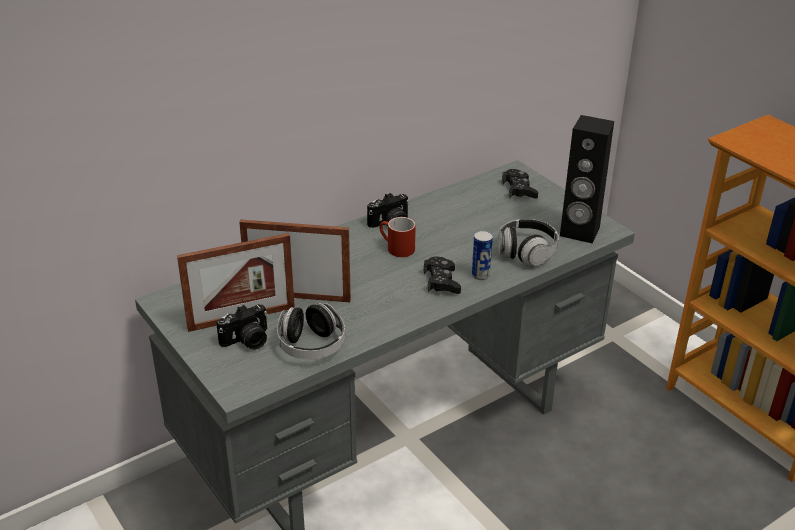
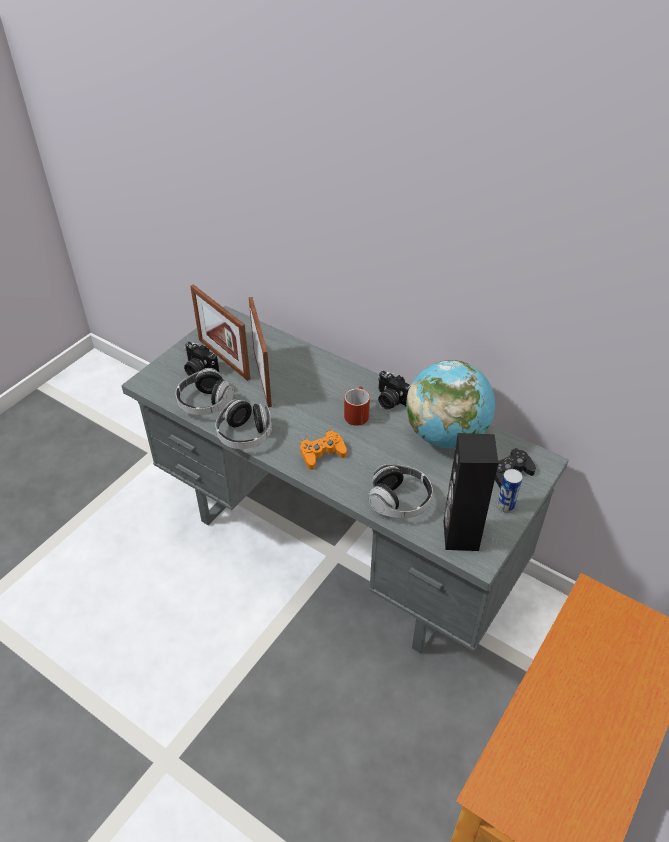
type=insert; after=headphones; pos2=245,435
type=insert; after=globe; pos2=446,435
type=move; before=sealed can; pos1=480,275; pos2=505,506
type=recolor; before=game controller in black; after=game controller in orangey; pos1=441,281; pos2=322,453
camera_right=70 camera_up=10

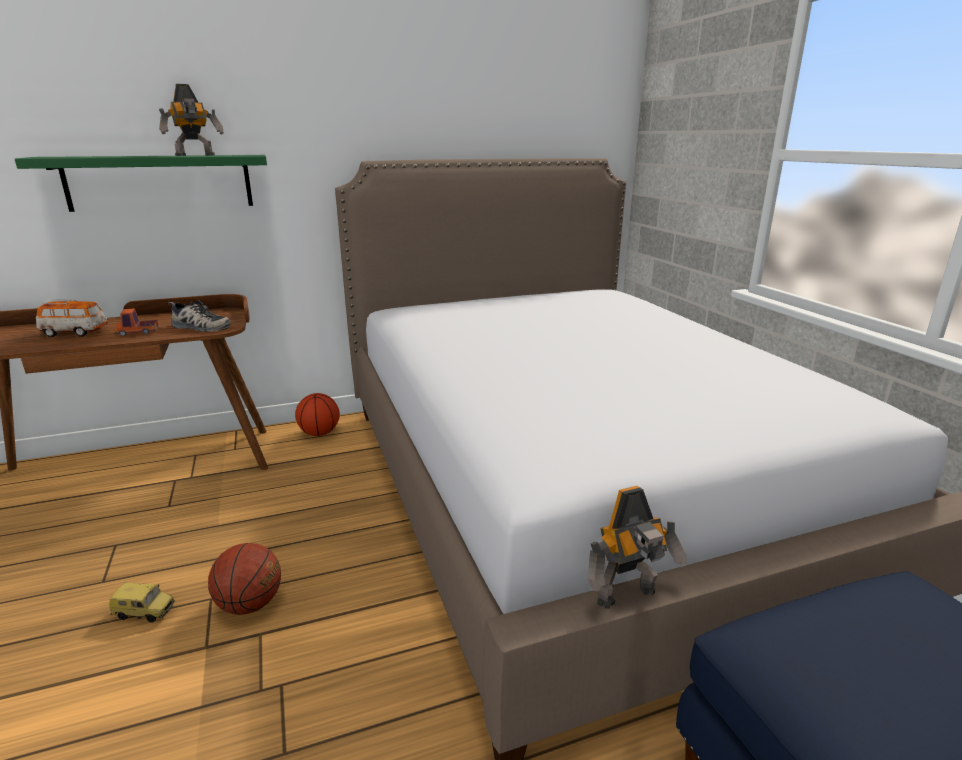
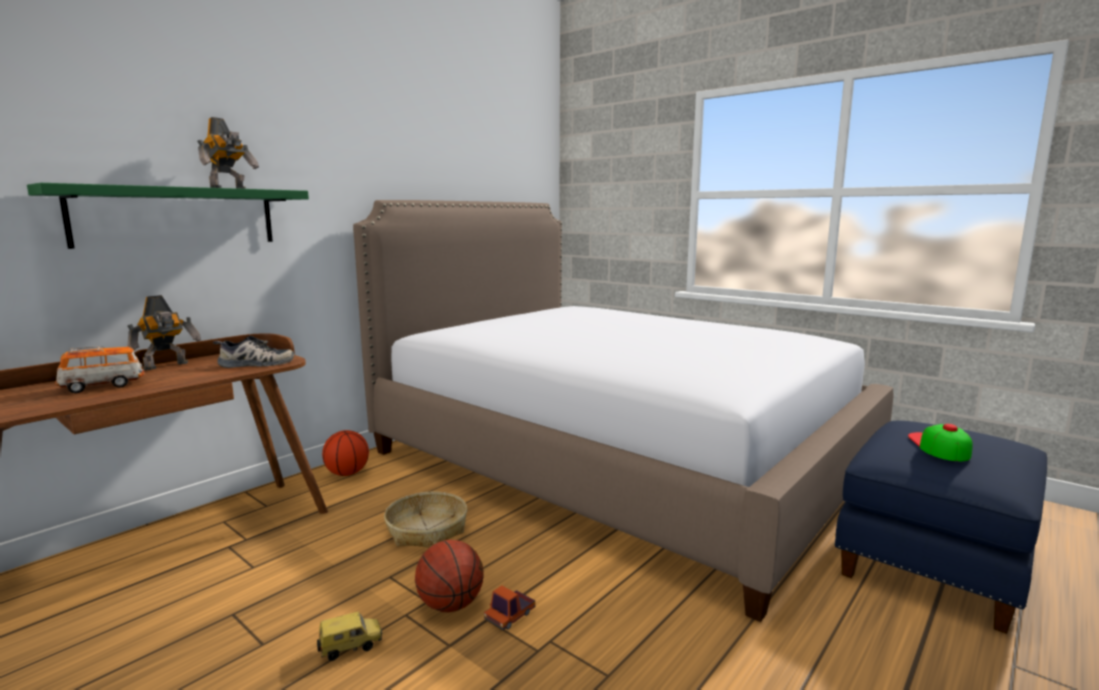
type=insert; after=storage basket; pos2=427,530
type=insert; after=baseball cap; pos2=938,446
type=move; before=toy truck; pos1=138,332; pos2=510,616
type=move; before=model robot; pos1=629,598; pos2=167,366
camera_right=-30 camera_up=-10

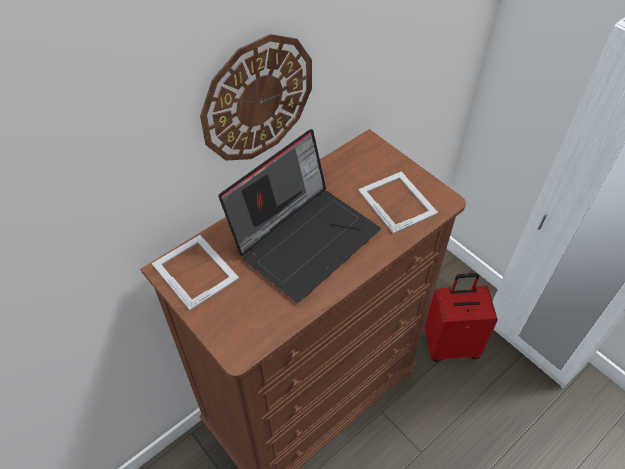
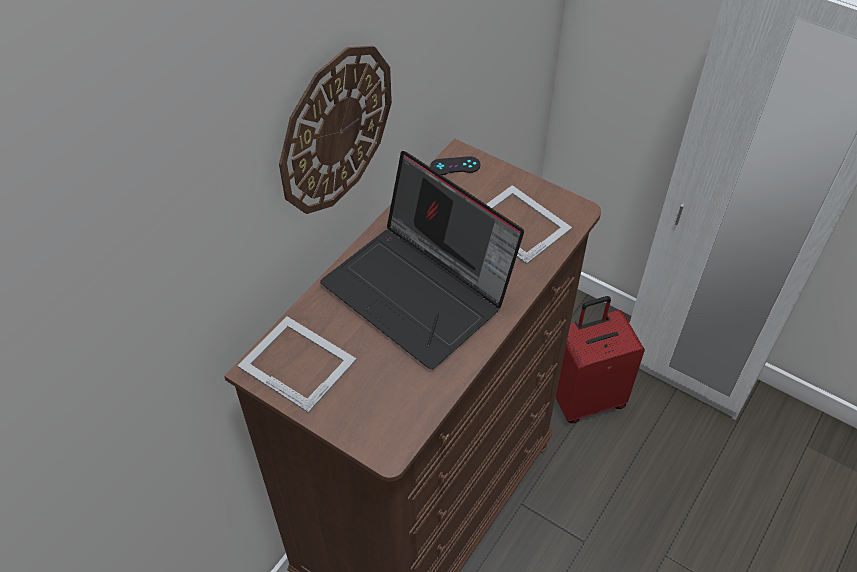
type=insert; after=game controller in black; pos2=455,166
type=rotate; before=laptop; pos1=305,237; pos2=421,291; turn=105
camera_right=-15 camera_up=0

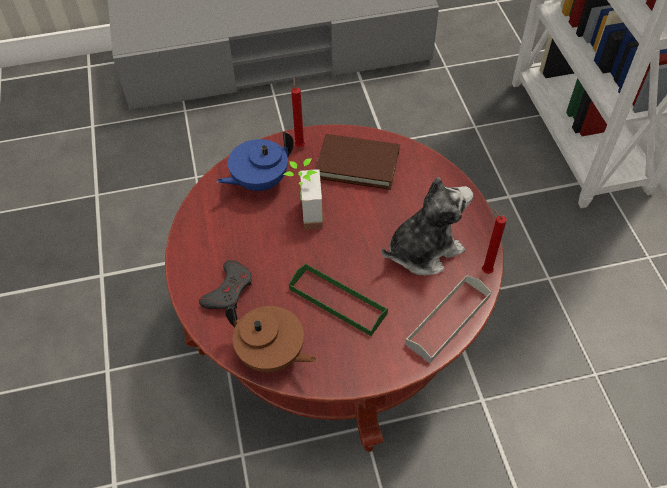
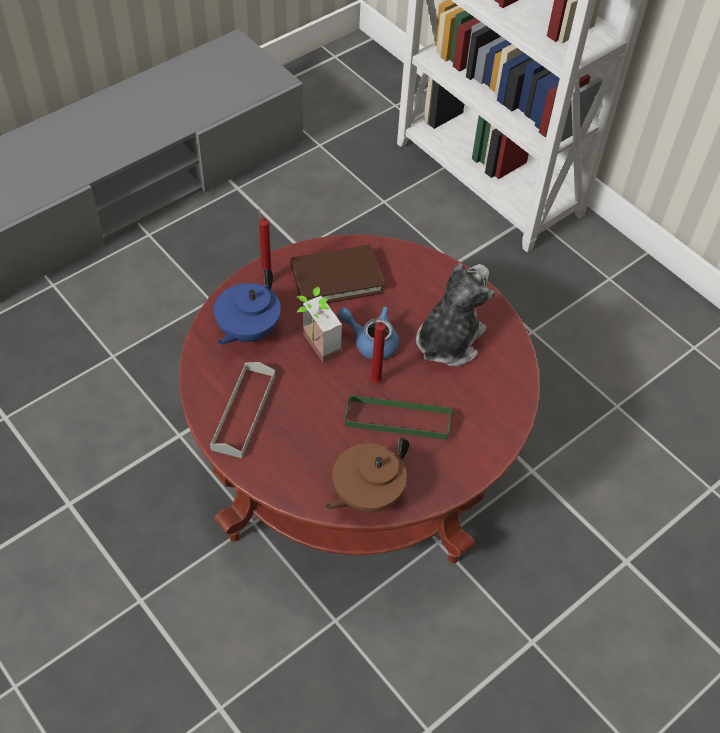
type=delete; before=game controller in greyish; pos1=228,290
type=insert; after=pot for tea in blue-coloured; pos2=371,341
type=move; before=serving tray in greyish; pos1=448,320; pos2=243,412
type=move; before=wax light in reddish; pos1=485,270; pos2=373,381
type=rotate; before=pot for tea in brown-coloured; pos1=271,355; pos2=366,494; turn=135
camera_right=-30 camera_up=0

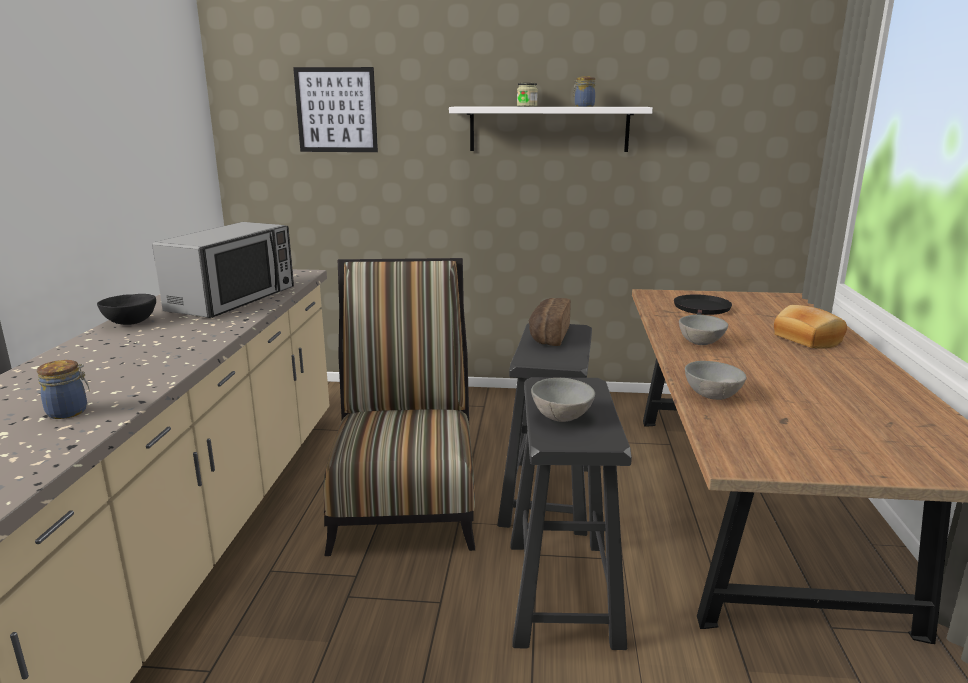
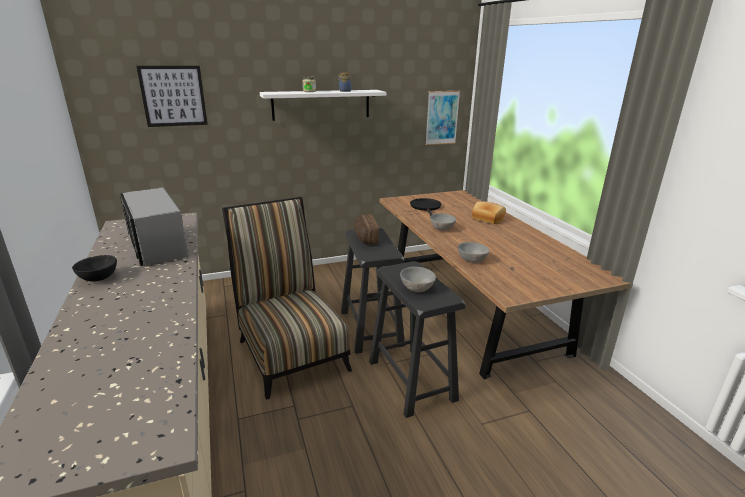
type=delete; before=preserve jar; pos1=69,411
type=insert; after=picture; pos2=442,118
type=rotate; before=kitchen microwave; pos1=233,299; pos2=157,246; turn=150
camera_right=-25 camera_up=5

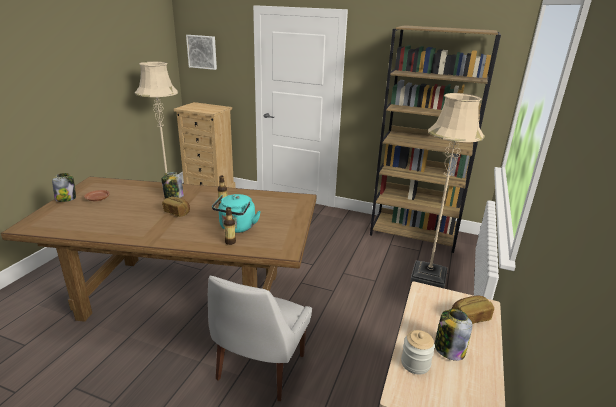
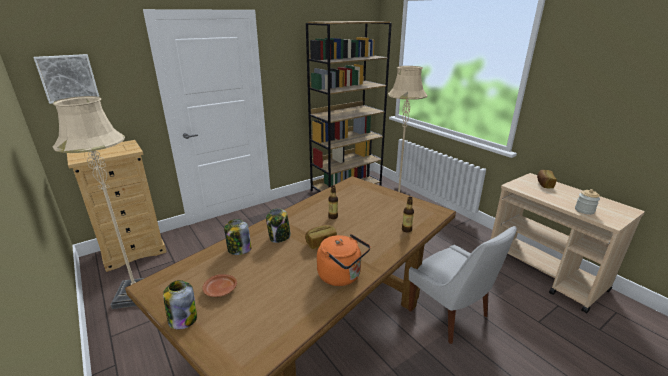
type=delete; before=kettle in turquoise-coloured; pos1=236,228
type=insert; after=kettle in orangey; pos2=342,276
type=move; before=preserve jar; pos1=449,349; pos2=239,249
camera_right=-55 camera_up=0

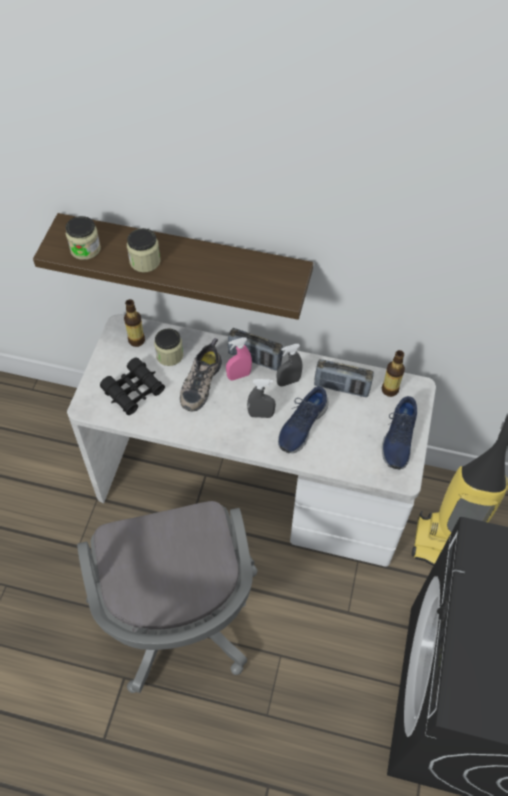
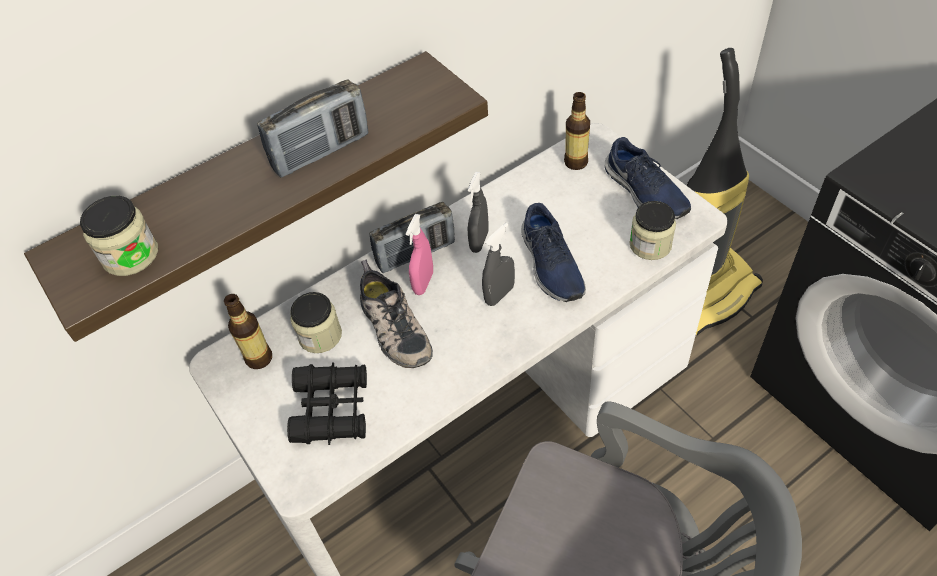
type=move; before=preserve jar; pos1=145,261; pos2=650,245
type=move; before=radio set; pos1=341,387; pos2=321,152
camera_right=-45 camera_up=-5

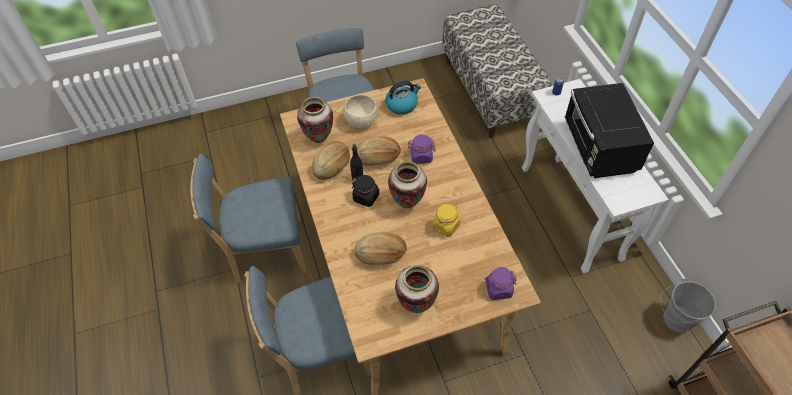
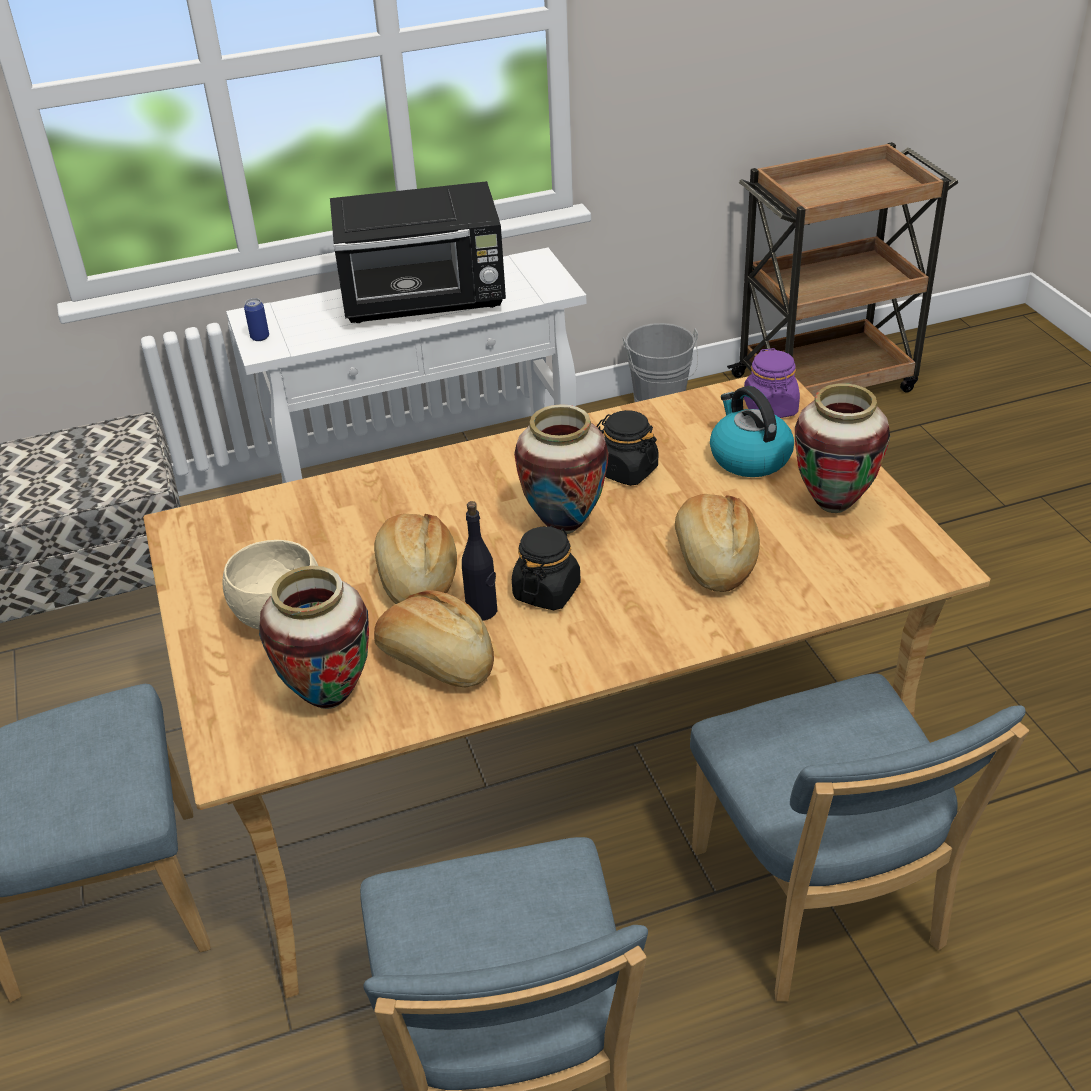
type=delete; before=preserve jar in purple; pos1=421,156
type=move; before=kettle; pos1=402,105; pos2=749,457
type=recolor; before=preserve jar in yellow-coloured; after=preserve jar in black; pos1=445,226; pos2=626,471
camera_right=-90 camera_up=-15

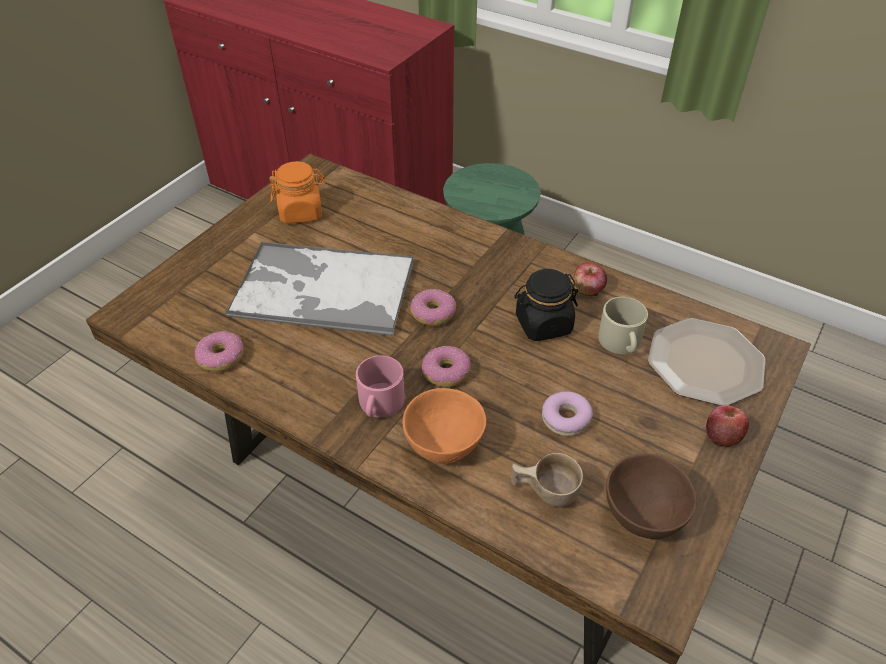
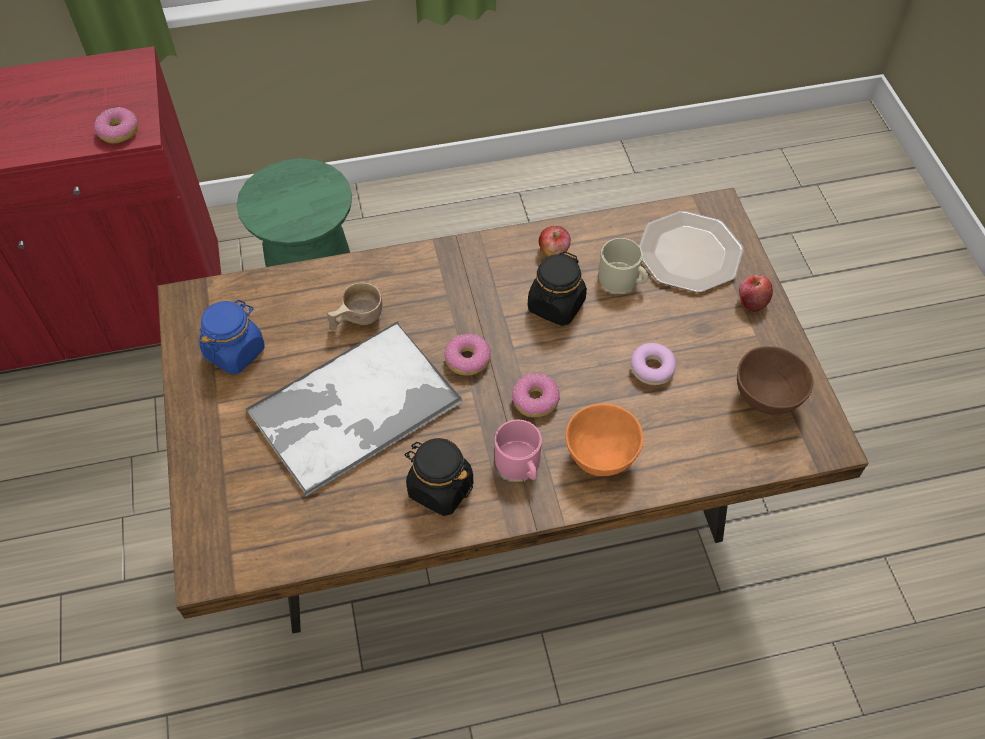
type=insert; after=preserve jar in black; pos2=440,488
type=move; before=doughnut; pos1=221,357; pos2=118,131
type=move; before=cup in sand-coloured; pos1=544,491; pos2=356,320
type=recolor; before=preserve jar in orangey; after=preserve jar in blue-coloured; pos1=301,212; pos2=235,351
camera_right=-45 camera_up=10

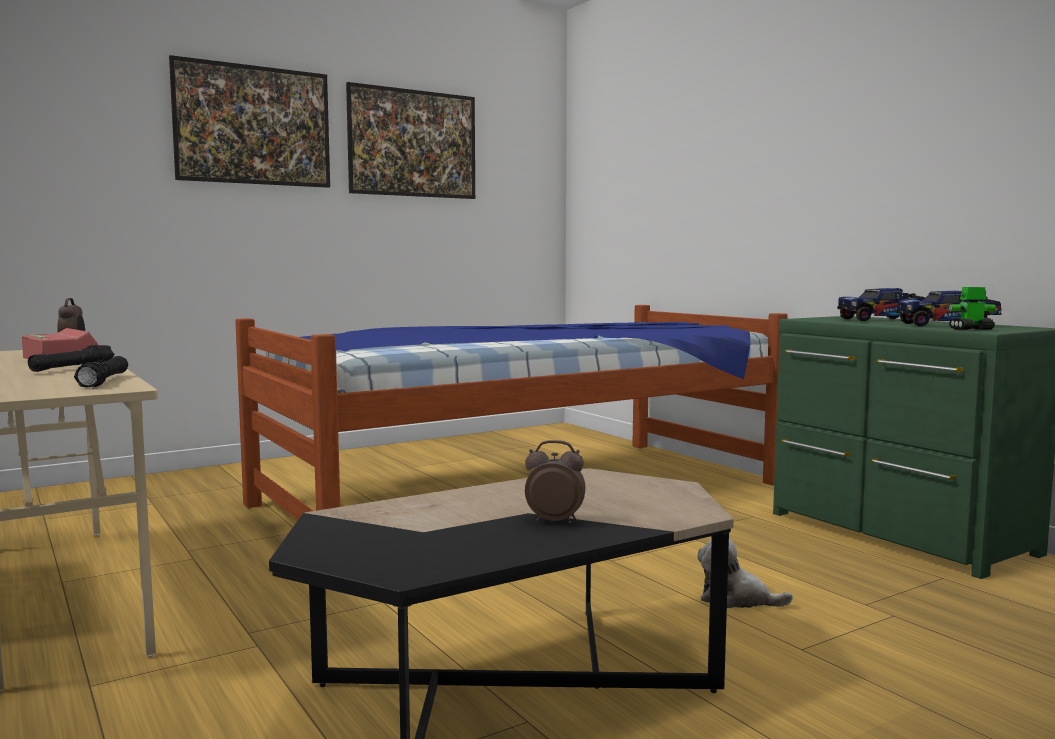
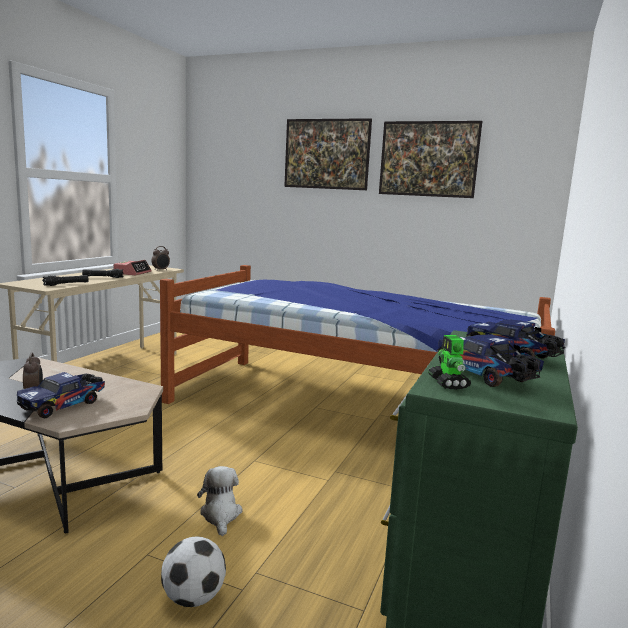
type=insert; after=toy truck; pos2=64,405
type=insert; after=football ball; pos2=193,598
type=rotate; before=model robot; pos1=970,329; pos2=448,383; turn=-150
camera_right=55 camera_up=5

